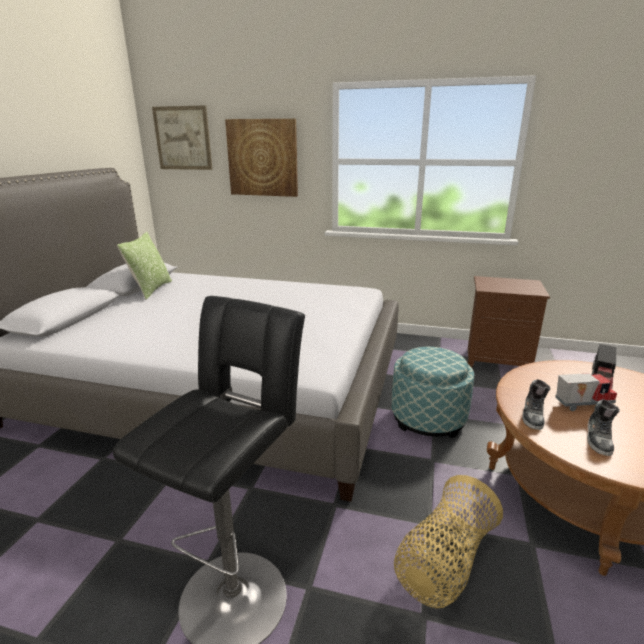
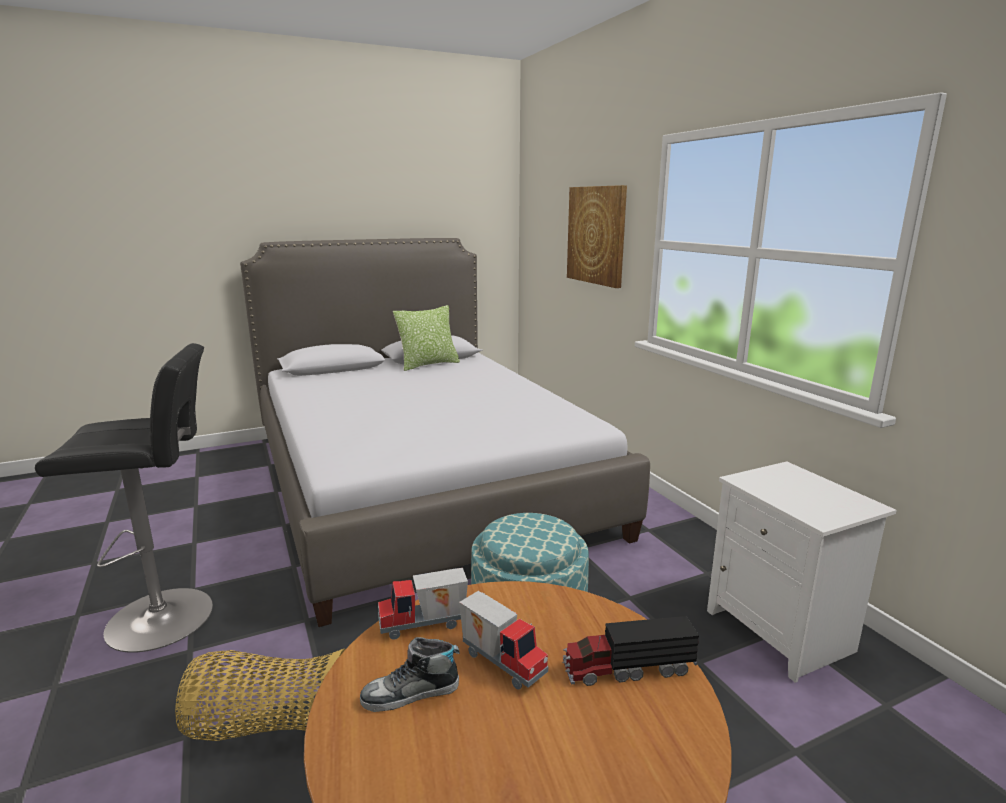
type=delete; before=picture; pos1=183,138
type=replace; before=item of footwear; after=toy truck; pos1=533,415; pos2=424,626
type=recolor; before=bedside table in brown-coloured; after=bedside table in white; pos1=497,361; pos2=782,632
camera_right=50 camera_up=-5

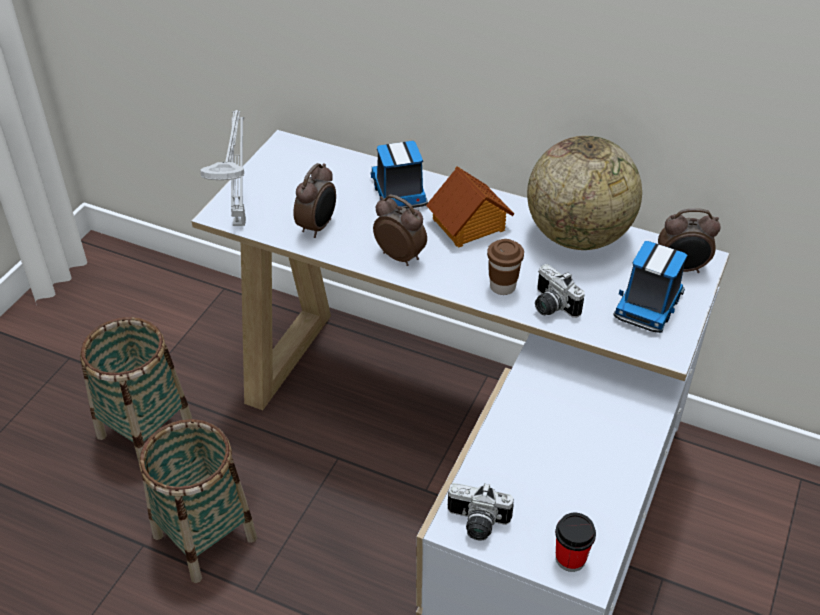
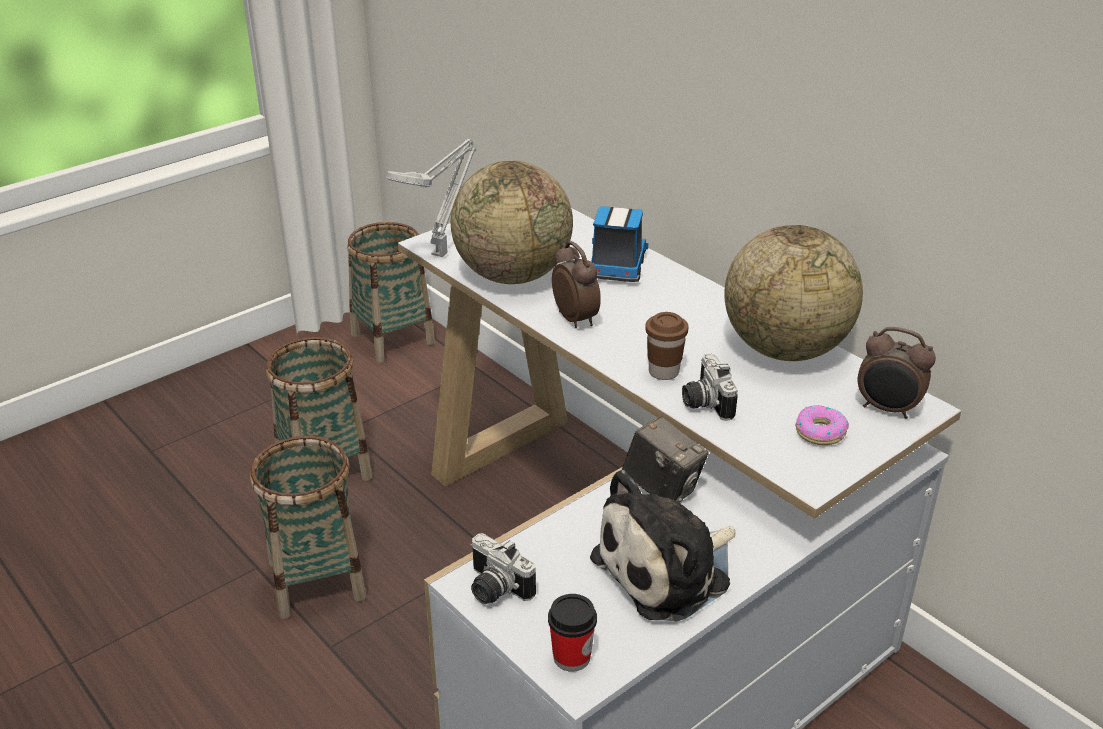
type=delete; before=model house; pos1=469,225
type=insert; after=storage basket; pos2=392,338
type=insert; after=cuddly toy; pos2=668,570
type=insert; after=photo camera; pos2=662,488
type=replace; before=table clock; after=globe; pos1=318,227; pos2=513,275
type=replace; before=toy truck; after=doughnut; pos1=648,305; pos2=820,432
camera_right=25 camera_up=-10

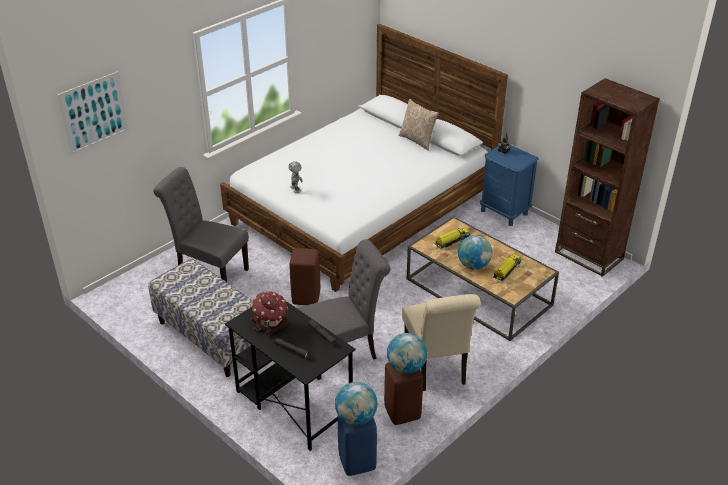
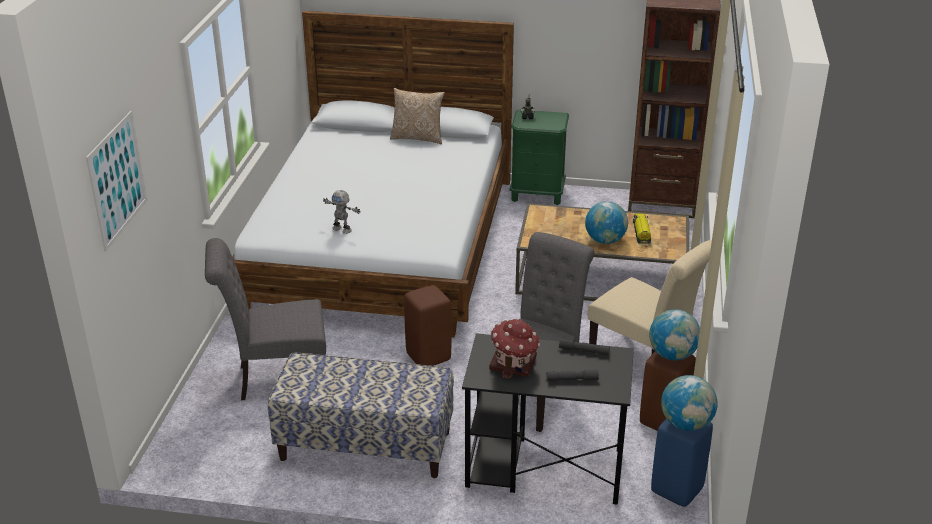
type=delete; before=toy truck; pos1=451,241
type=recolor; before=bedside table in blue-coloured; after=bedside table in green-coloured; pos1=504,212; pos2=537,194
camera_right=-35 camera_up=-5

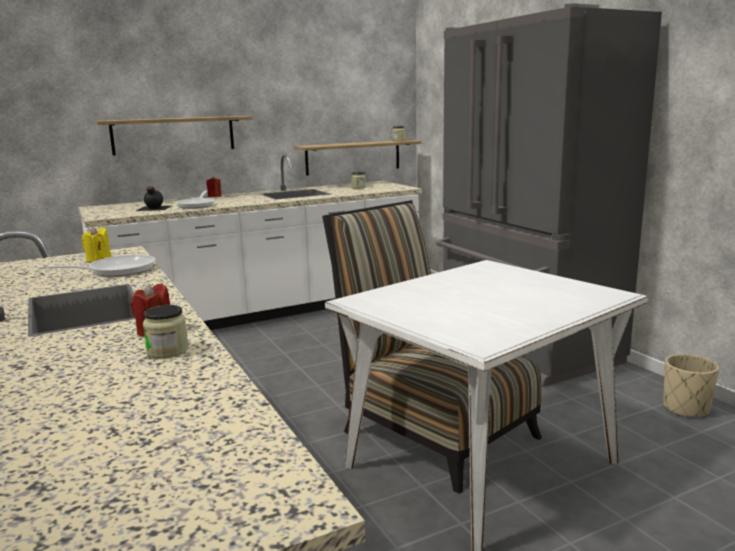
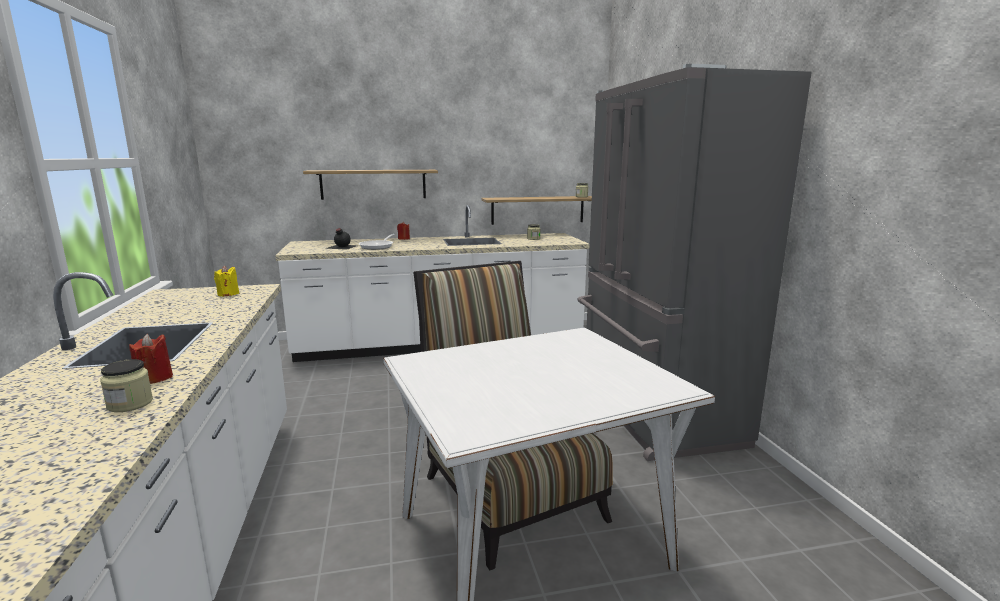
type=delete; before=skillet; pos1=116,271
type=delete; before=flower pot in sand-coloured; pos1=686,409
camera_right=15 camera_up=0

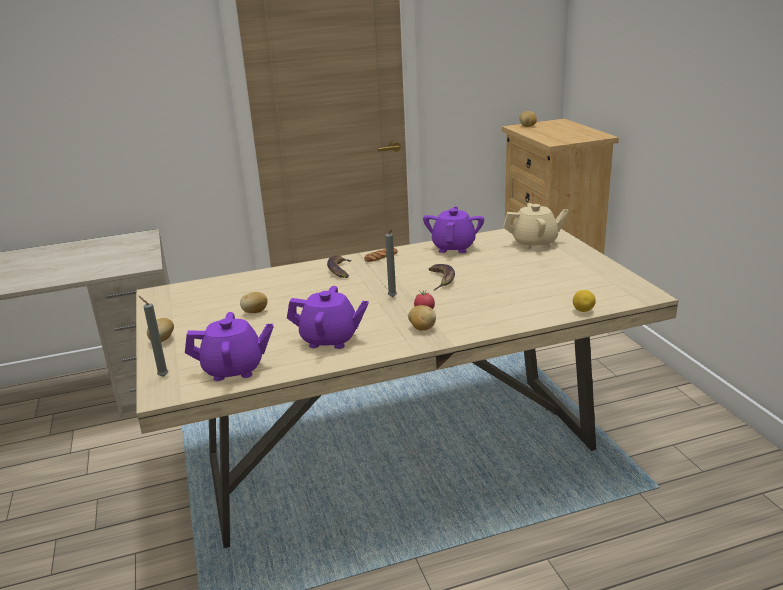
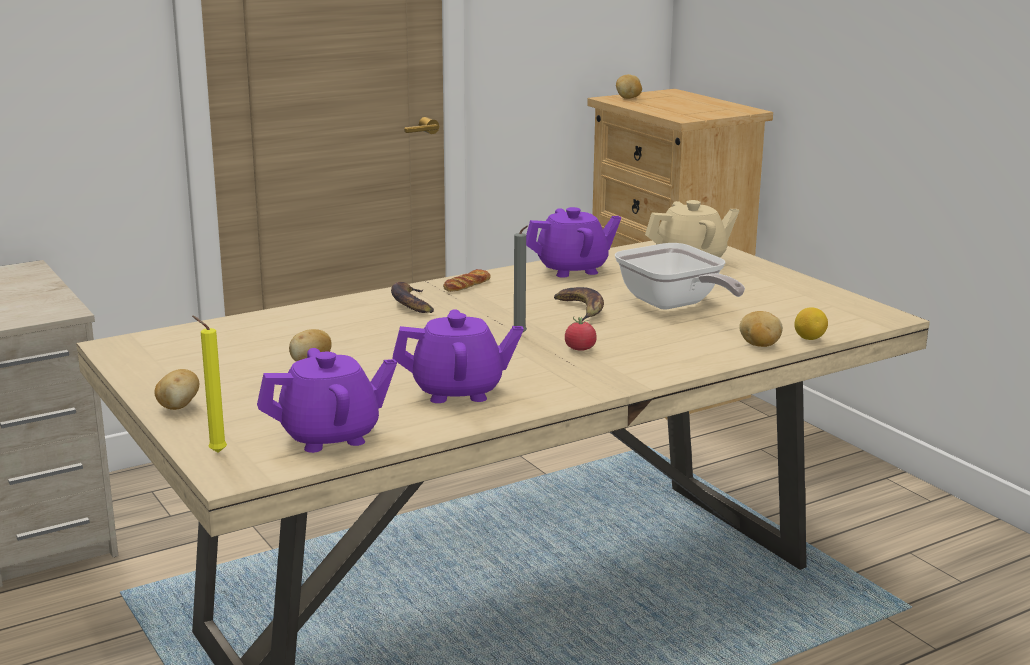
type=insert; after=skillet; pos2=673,305
type=move; before=spud; pos1=422,328; pos2=759,345
type=recolor; before=wax light in greyish; after=wax light in yellow-coloured; pos1=162,376; pos2=215,452
type=rotate; before=pot for tea in purple; pos1=454,247; pos2=572,269; turn=75
camera_right=-15 camera_up=-5

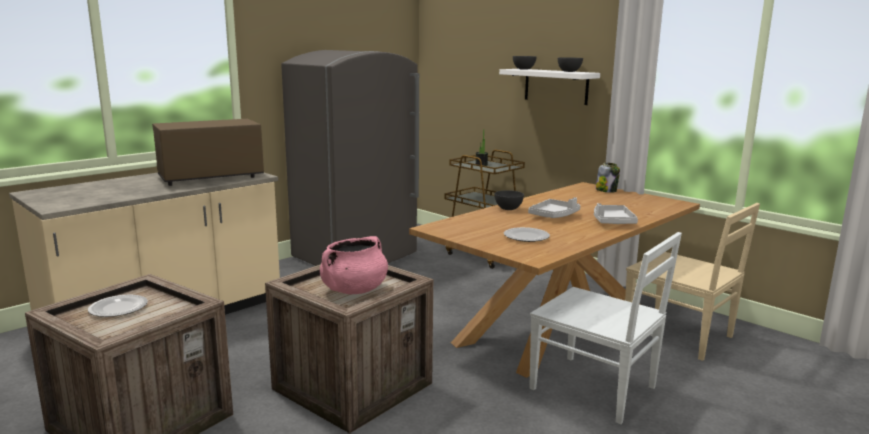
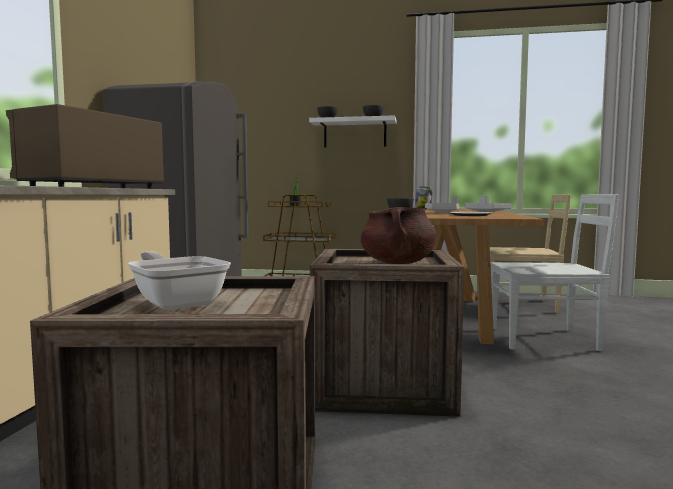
type=replace; before=dinner plate; after=skillet; pos1=119,308; pos2=177,303
type=recolor; before=saucepot in pink; after=saucepot in brown-coloured; pos1=354,290; pos2=398,263
camera_right=-35 camera_up=-10

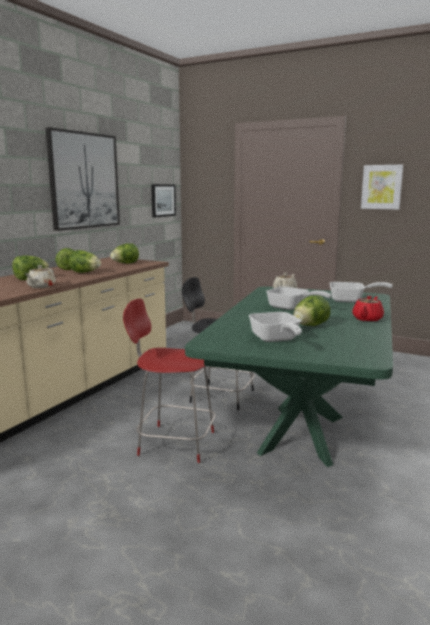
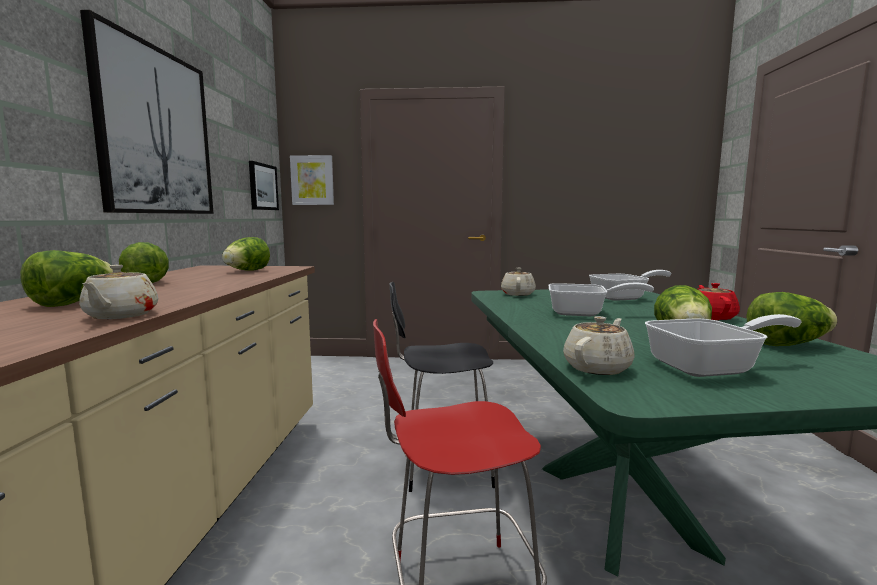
type=insert; after=pot for tea in sand-coloured; pos2=598,367
type=move; before=lettuce; pos1=85,272; pos2=787,344
type=move; before=picture; pos1=381,187; pos2=312,180
type=rotate; before=skillet; pos1=275,340; pos2=712,367; turn=-60
camera_right=-25 camera_up=-5

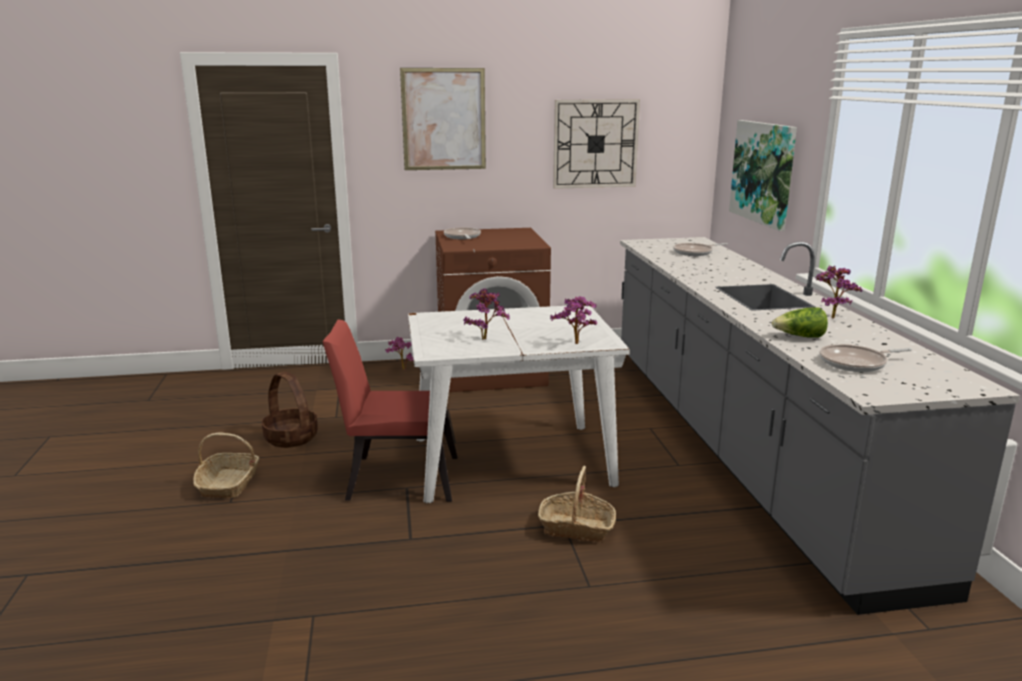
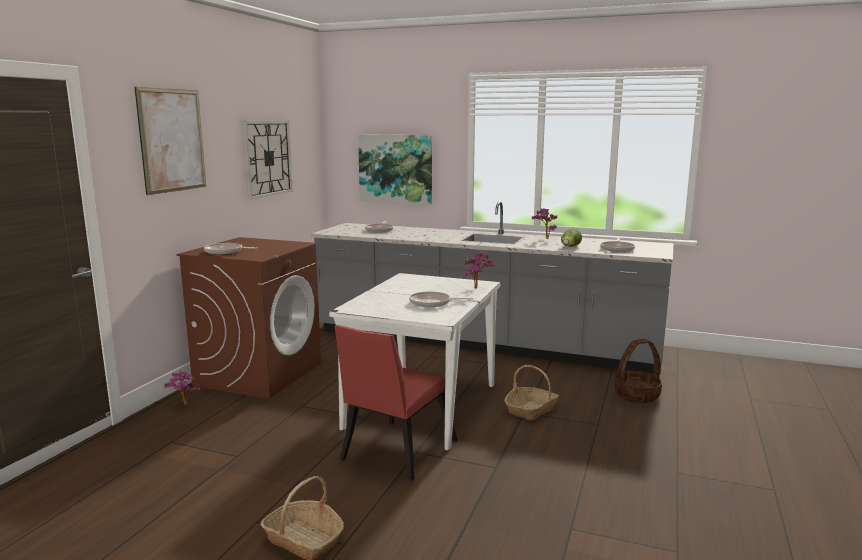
type=move; before=storage basket; pos1=292,437; pos2=637,395
type=replace; before=houseplant; after=skillet; pos1=486,338; pos2=432,303
camera_right=-60 camera_up=-5

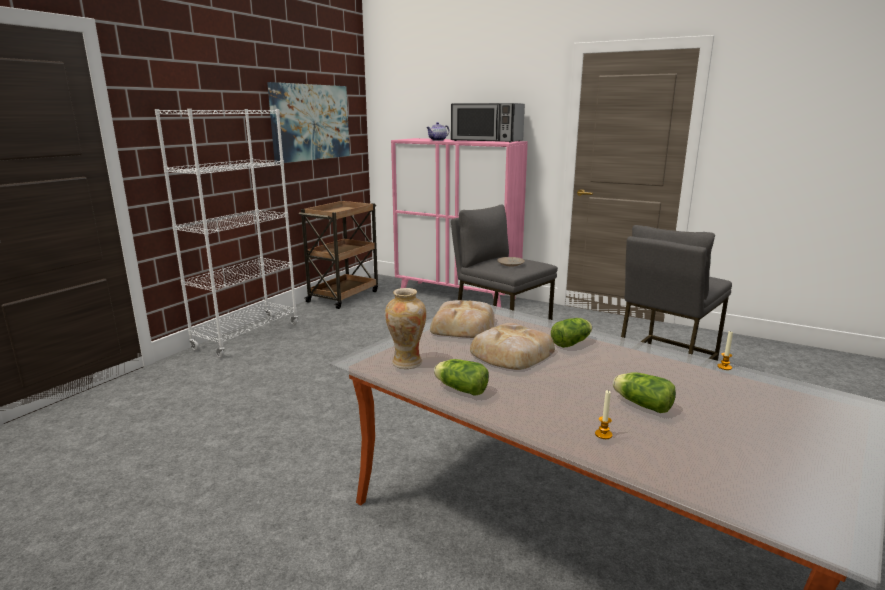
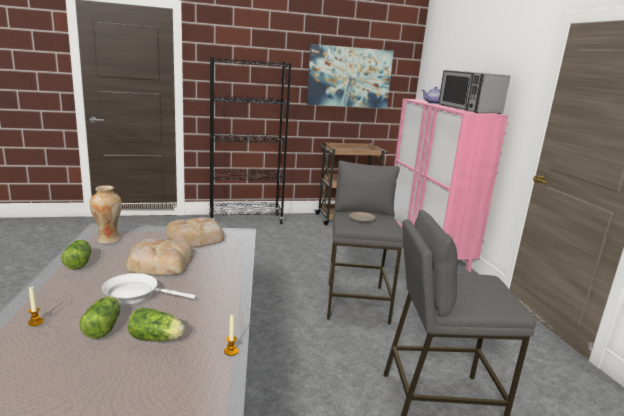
type=insert; after=skillet in white; pos2=136,295
type=move; before=lettuce; pos1=572,342; pos2=158,338
type=recolor; before=shelving unit in white; after=shelving unit in black; pos1=247,336; pos2=246,220
camera_right=45 camera_up=0

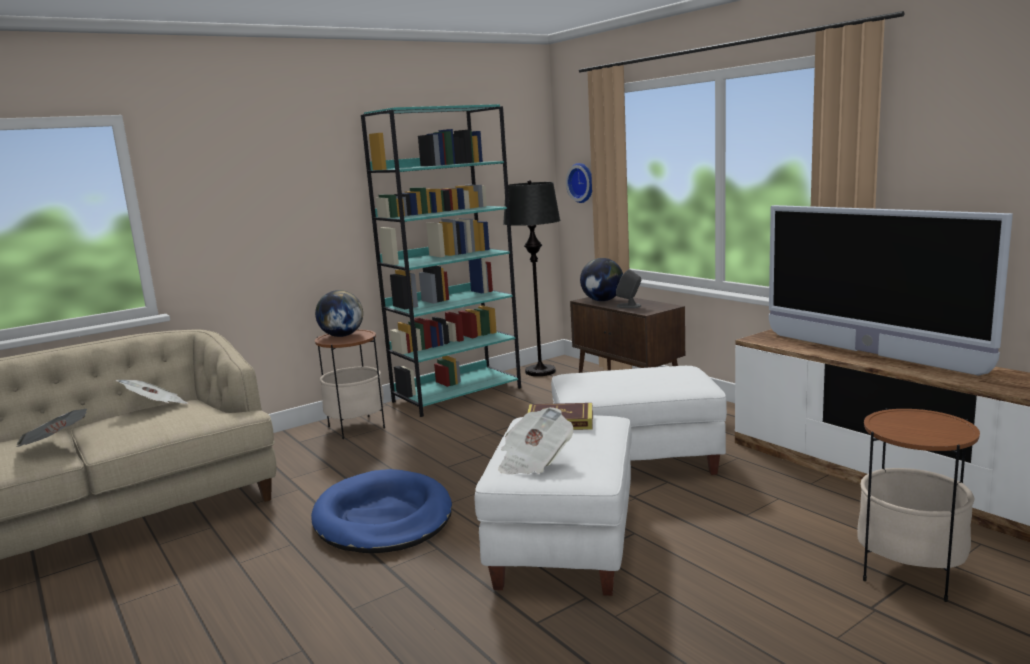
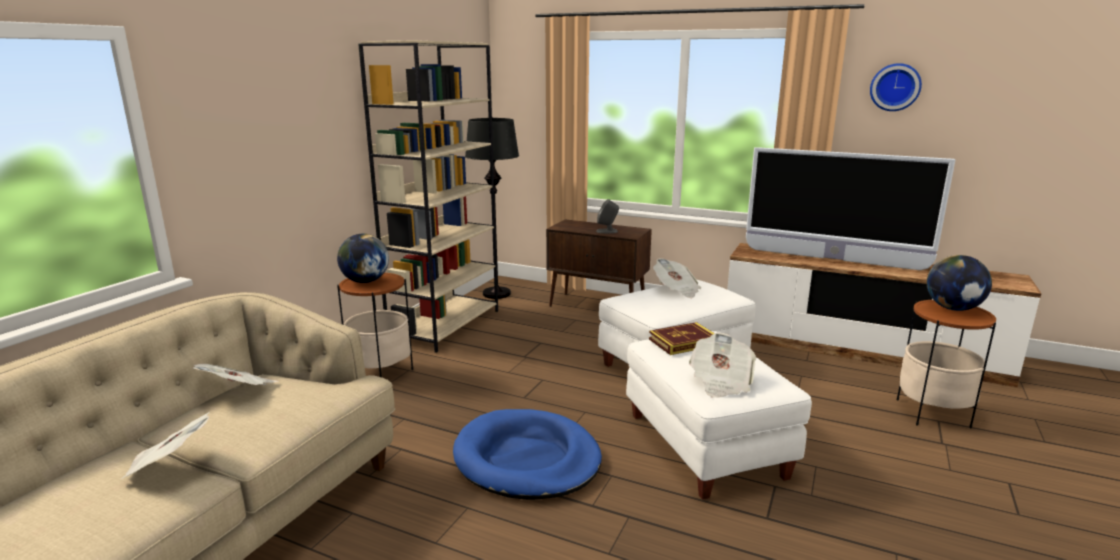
type=insert; after=newspaper; pos2=676,290
type=move; before=hanging clock; pos1=582,182; pos2=895,87
type=move; before=globe; pos1=602,300; pos2=953,308
type=recolor; before=shelving unit in turquoise-coloured; after=shelving unit in sand-coloured; pos1=457,394; pos2=445,325
camera_right=-30 camera_up=5

